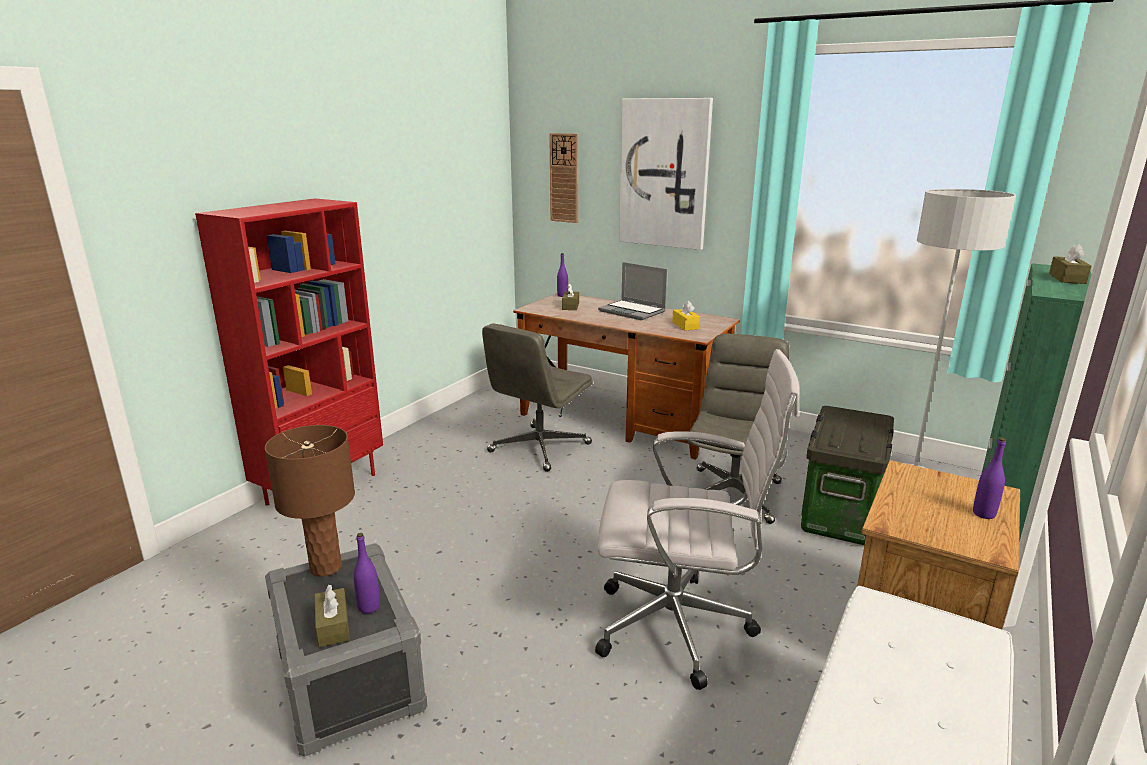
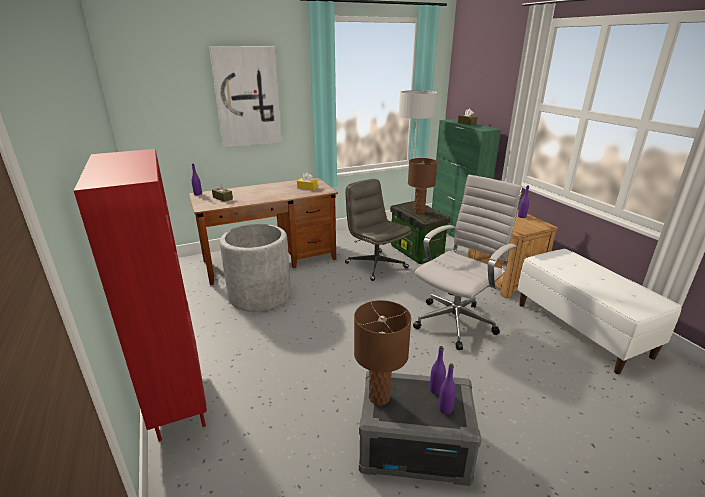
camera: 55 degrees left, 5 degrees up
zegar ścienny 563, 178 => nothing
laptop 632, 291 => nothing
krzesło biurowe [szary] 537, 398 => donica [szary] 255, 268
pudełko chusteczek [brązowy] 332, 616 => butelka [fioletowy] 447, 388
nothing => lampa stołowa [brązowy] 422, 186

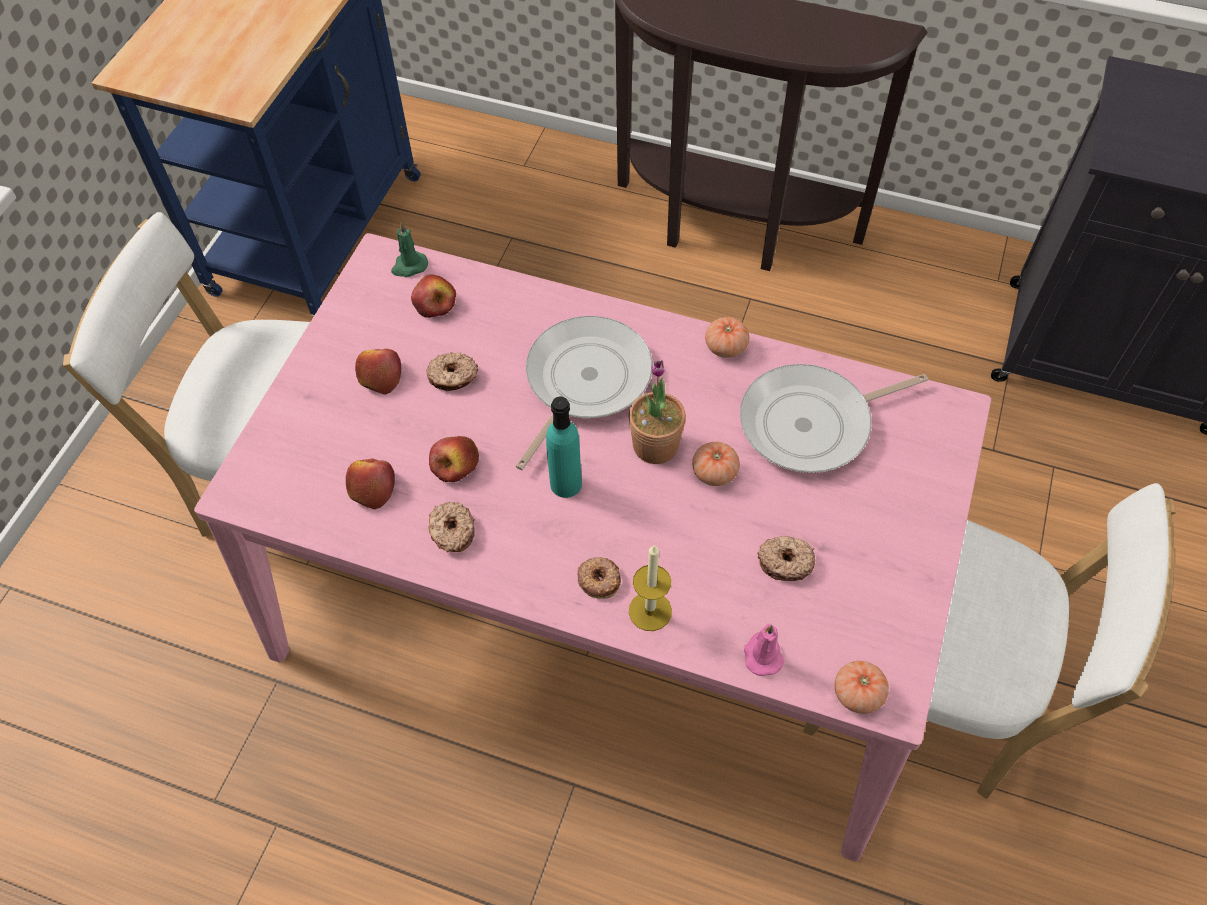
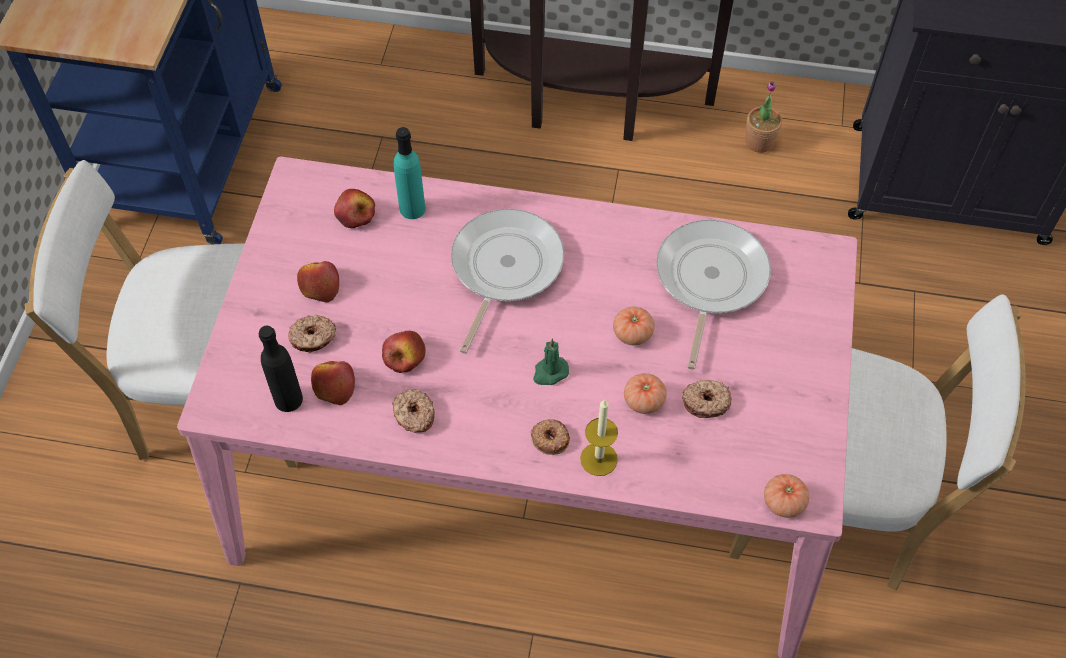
camera: 10 degrees left, 0 degrees up
świeca [zielony] 409, 249 => świeca [zielony] 551, 362, move
pomidor 727, 337 => pomidor 645, 393, move
donut 452, 371 => donut 312, 334, move
roślina doniczkowa 657, 412 => roślina doniczkowa 764, 117, move
patelnia 834, 418 => patelnia 713, 295, 135 degrees clockwise
butelka [turkusowy] 564, 447 => butelka [turkusowy] 410, 173, move
świeca [różowy] 764, 649 => nothing
nothing => butelka [czarny] 281, 369

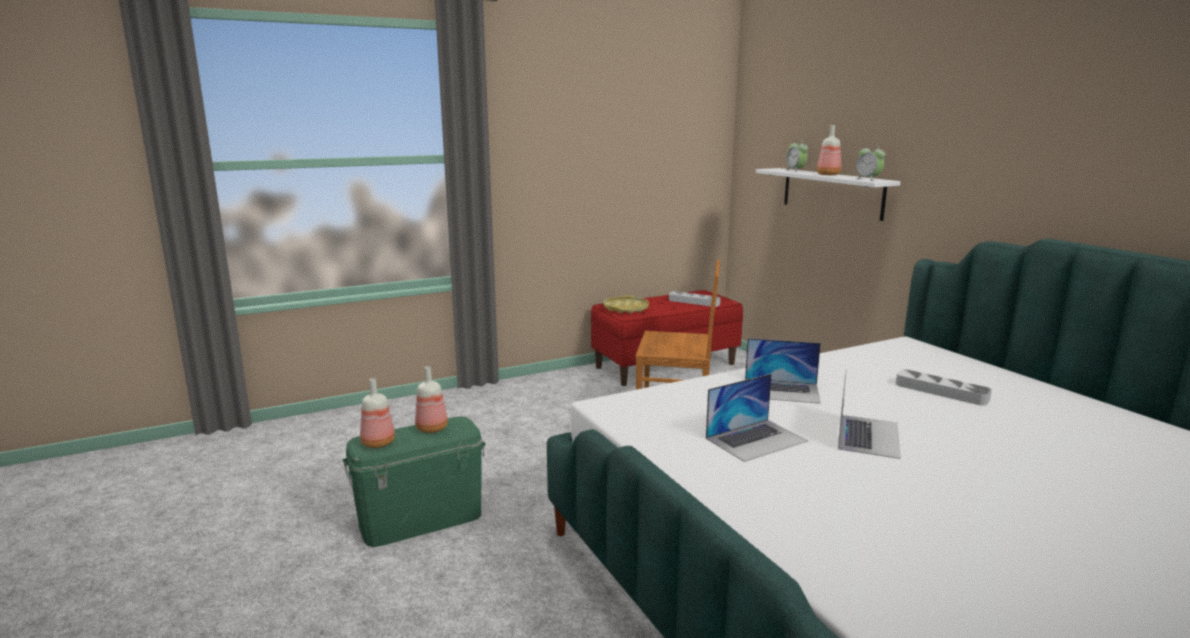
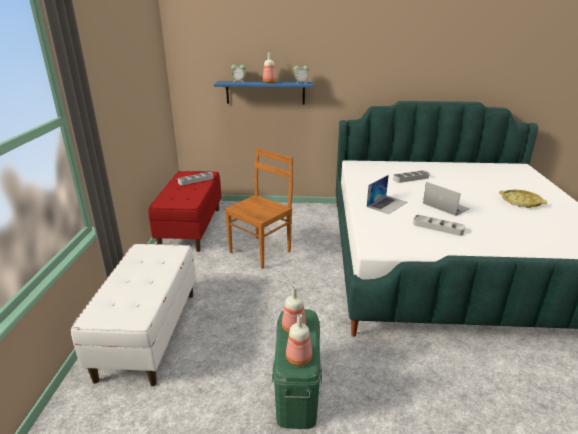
camera: 60 degrees left, 10 degrees up
półka [biały] 828, 194 => półka [niebieski] 263, 93
taca [żółty] 626, 304 => taca [żółty] 523, 199, move
laptop 757, 418 => taca [szary] 439, 225
nothing => ławka [biały] 133, 315

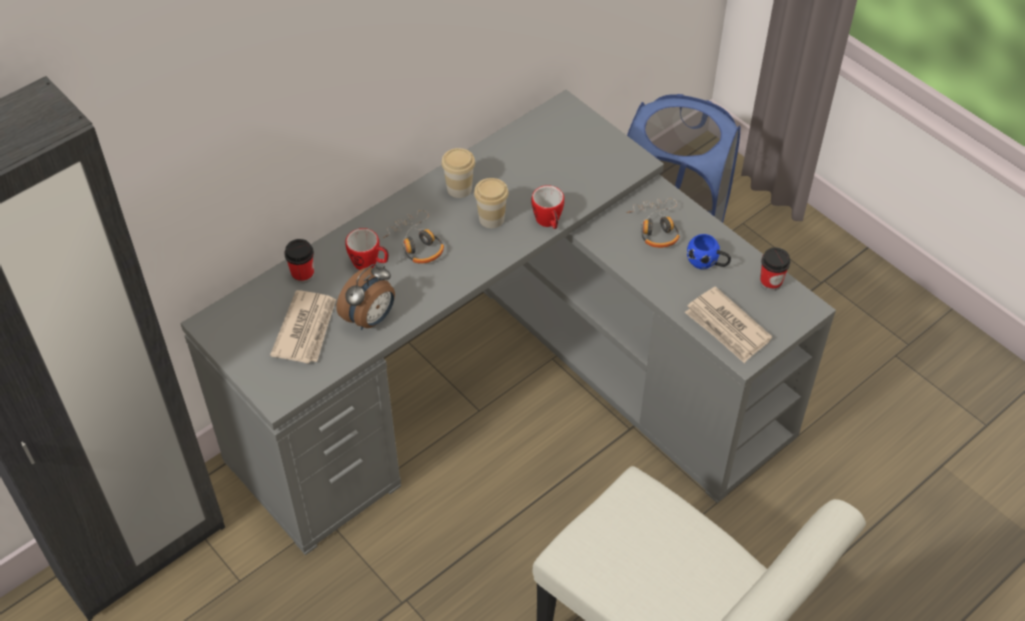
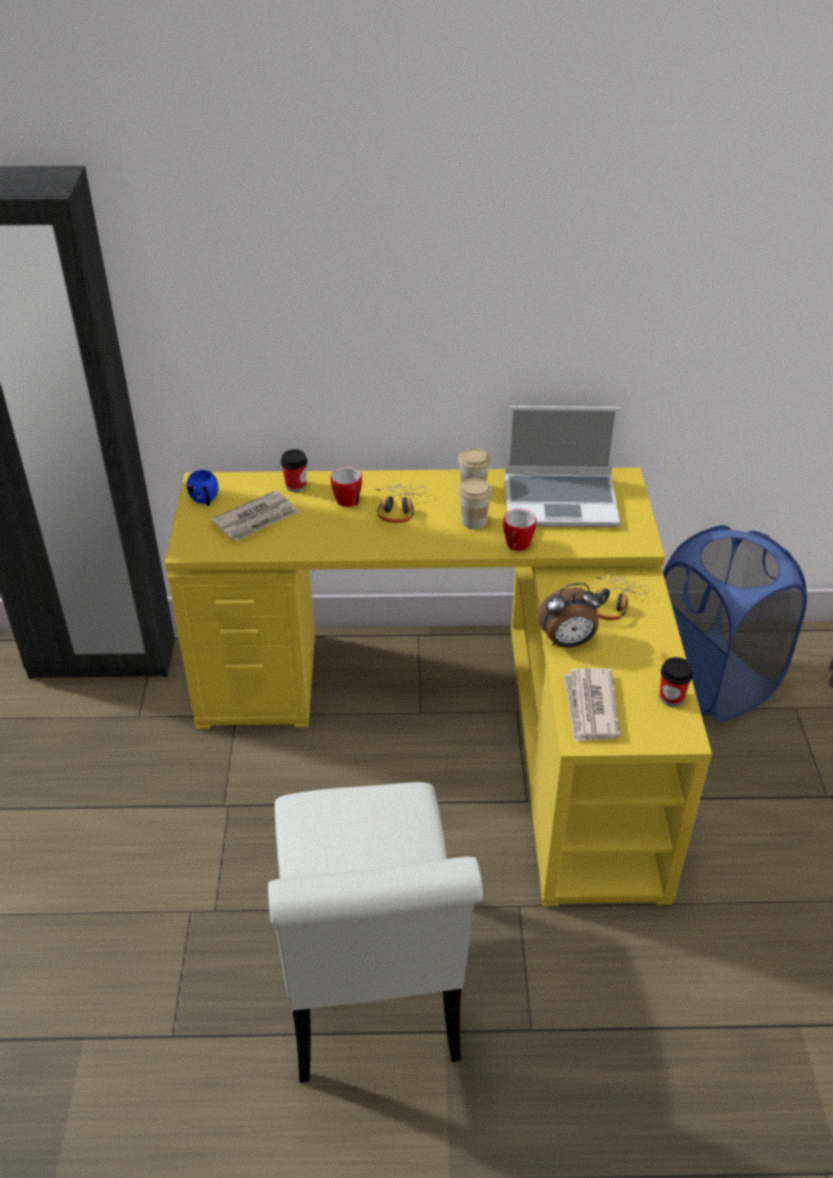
camera: 40 degrees right, 10 degrees down
biurko [szary] 508, 322 => biurko [żółty] 438, 687
kubek [niebieski] 709, 251 => kubek [niebieski] 202, 488, move
budzik 366, 297 => budzik 569, 615, move
nothing => laptop 562, 466

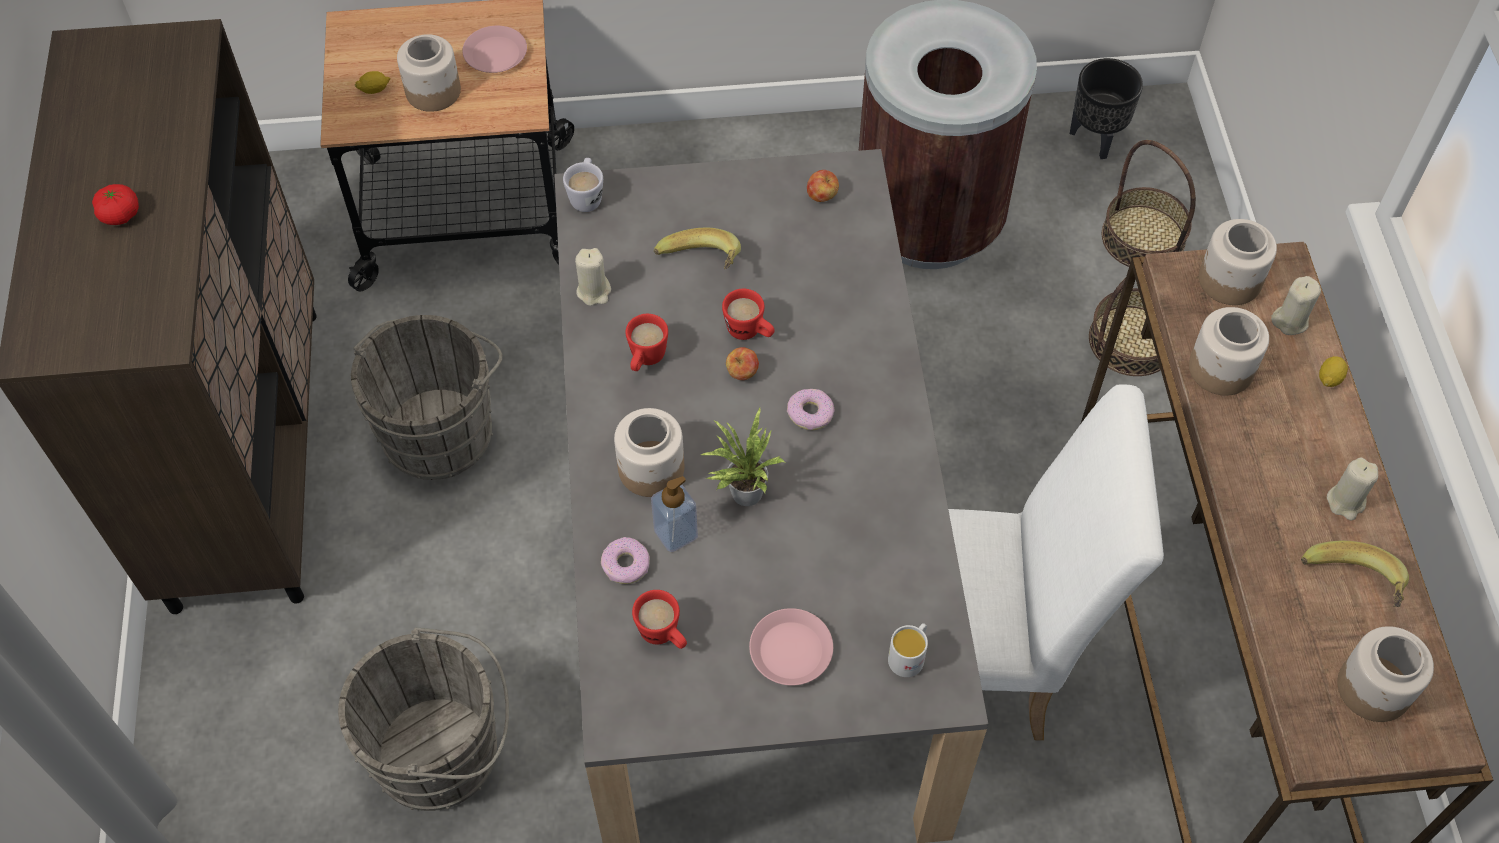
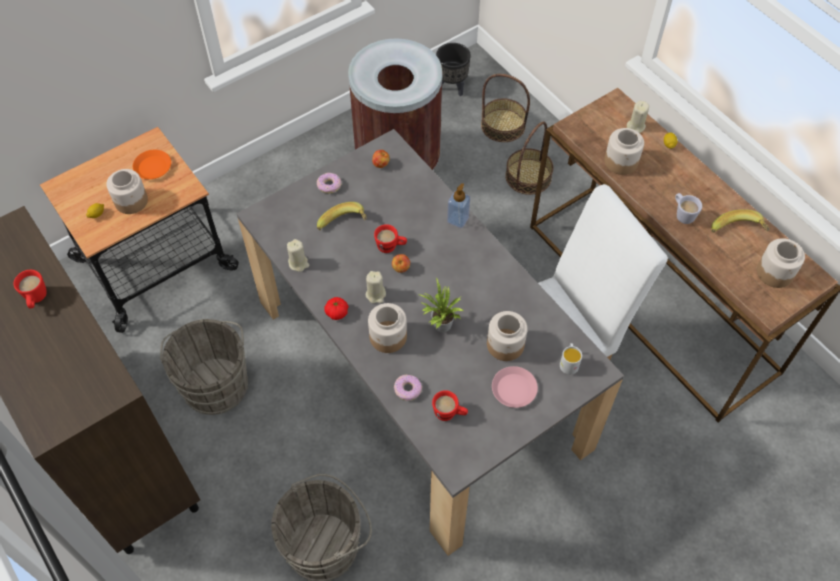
camera: 30 degrees left, 0 degrees up
talerz [różowy] 494, 49 => talerz [pomarańczowy] 152, 164
kubek [biały] 583, 185 => kubek [biały] 688, 208, move
pomidor 115, 204 => pomidor 336, 308, move
słoik 1238, 262 => słoik 507, 336, move
kubek [czerwony] 647, 342 => kubek [czerwony] 30, 289, move
donut 811, 409 => donut 329, 183, move
świeca [beżowy] 1352, 489 => świeca [beżowy] 376, 287, move
dozownik mydła 674, 514 => dozownik mydła 458, 205, move

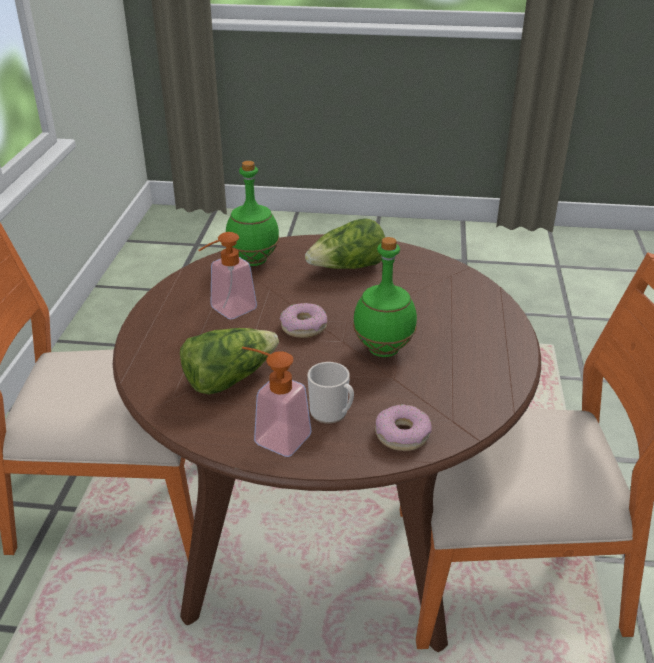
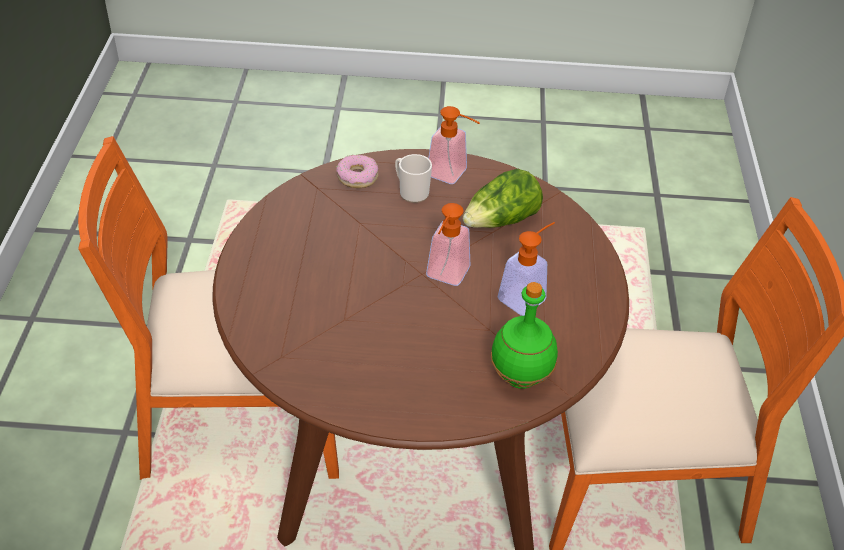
camera: 175 degrees right, 10 degrees up
sałata 345, 243 => nothing
butelka [zielony] 385, 297 => nothing
donut 303, 320 => dozownik mydła 448, 244

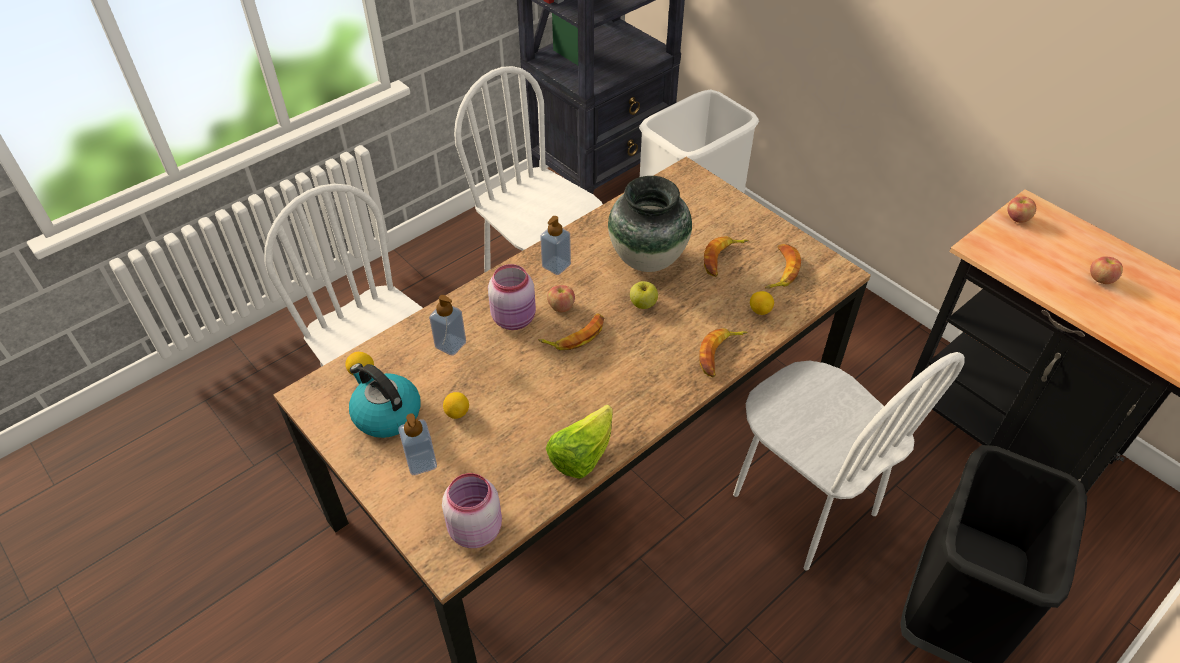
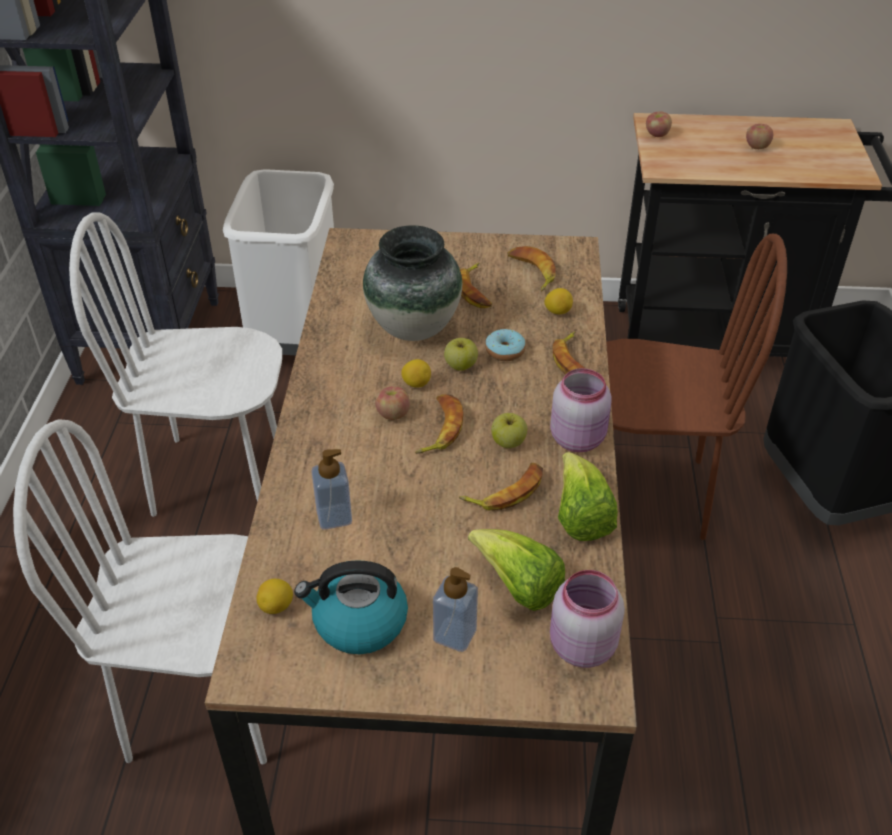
camera: 45 degrees left, 5 degrees down
dozownik mydła 555, 245 => nothing
słoik [różowy] 512, 297 => słoik [różowy] 581, 410, move
krzesło [biały] 849, 461 => krzesło [brązowy] 696, 387
cytryna 456, 405 => cytryna 416, 373, move
nothing => donut 505, 345
nothing => jabłko 509, 430
nothing => banan 501, 487
nothing => sałata 516, 570

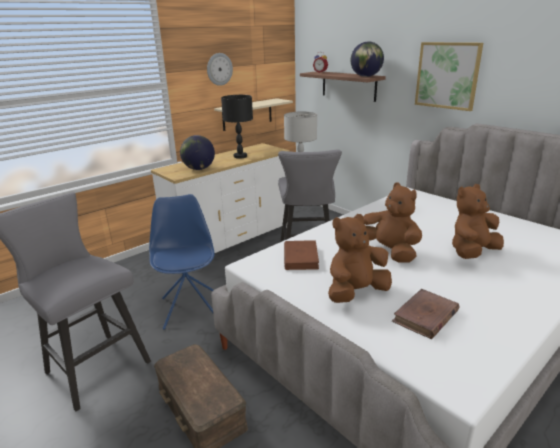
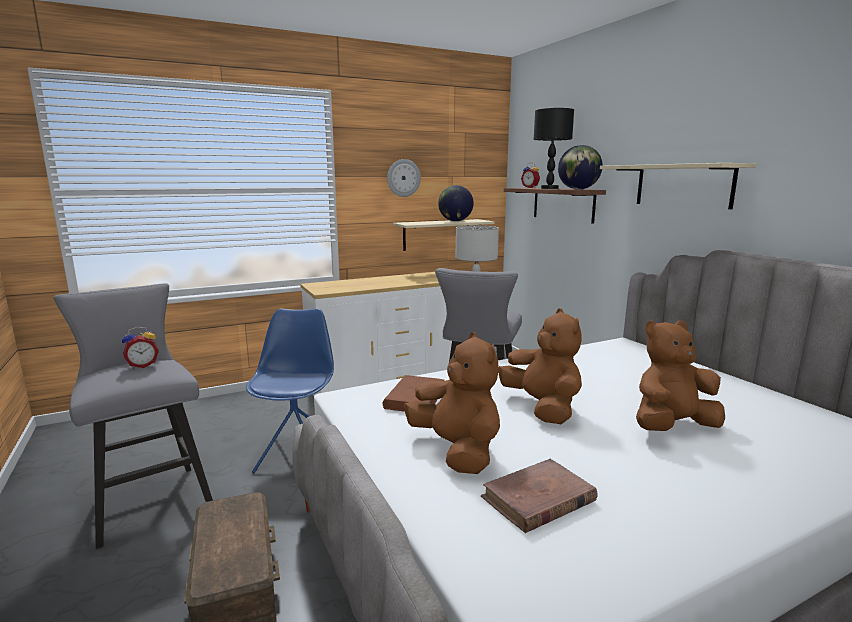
camera: 15 degrees right, 10 degrees down
obraz 449, 76 => półka [beżowy] 678, 186
lampa stołowa [czarny] 237, 127 => lampa stołowa [czarny] 554, 148, move
globus 197, 152 => globus 456, 203, move
pluszak [brązowy] 360, 258 => pluszak [brązowy] 452, 403, 75 degrees clockwise
nothing => budzik 140, 347

